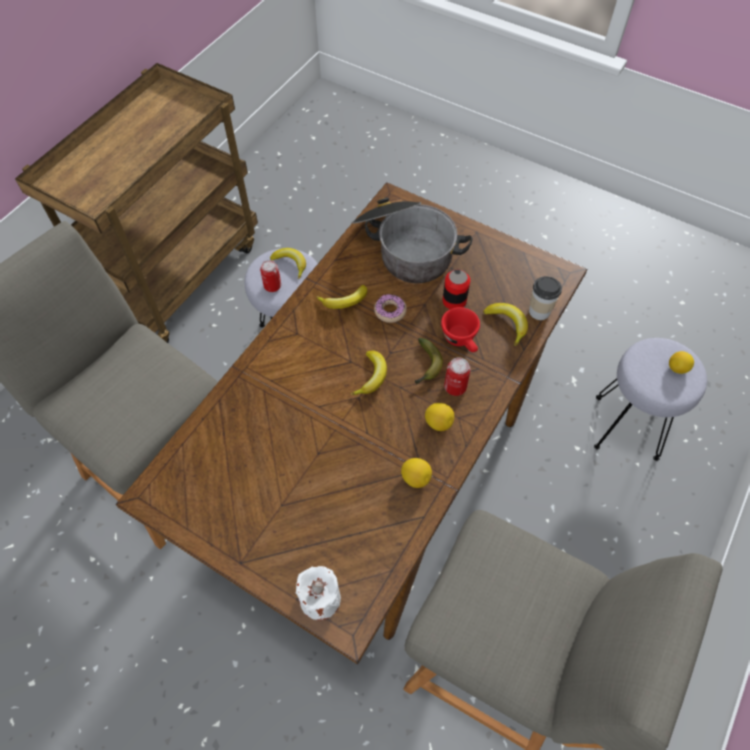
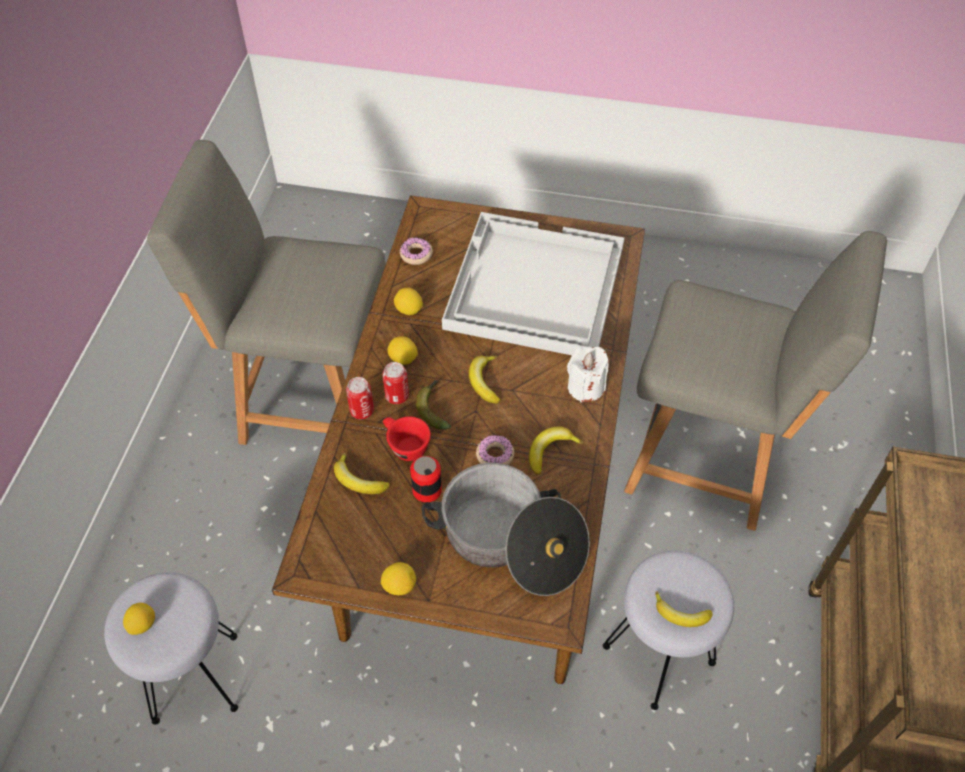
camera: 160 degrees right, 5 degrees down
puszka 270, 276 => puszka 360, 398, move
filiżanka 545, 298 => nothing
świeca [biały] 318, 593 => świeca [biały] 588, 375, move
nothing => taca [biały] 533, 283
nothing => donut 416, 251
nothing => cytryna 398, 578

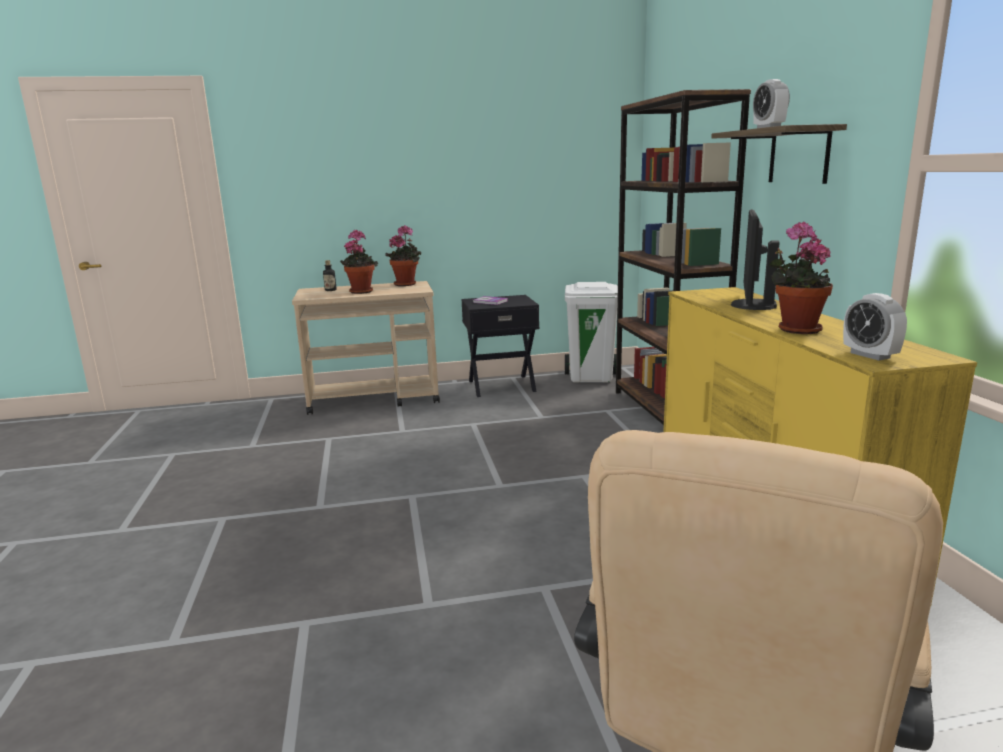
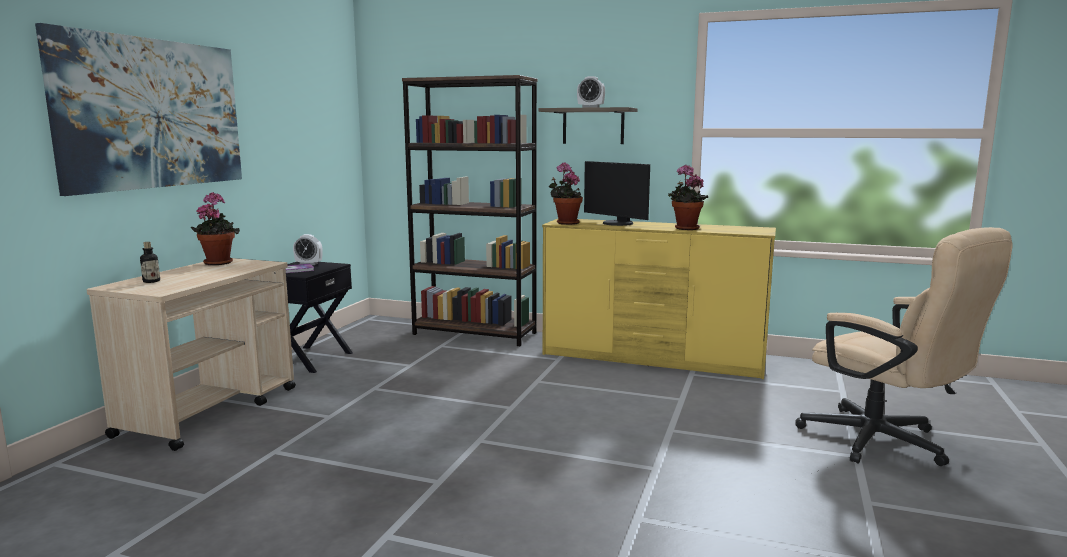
camera: 60 degrees left, 5 degrees down
roślina doniczkowa 359, 261 => roślina doniczkowa 566, 193, move
kosz na śmieci [biały] 591, 332 => nothing
budzik 875, 327 => budzik 308, 249, move
nothing => obraz 138, 109

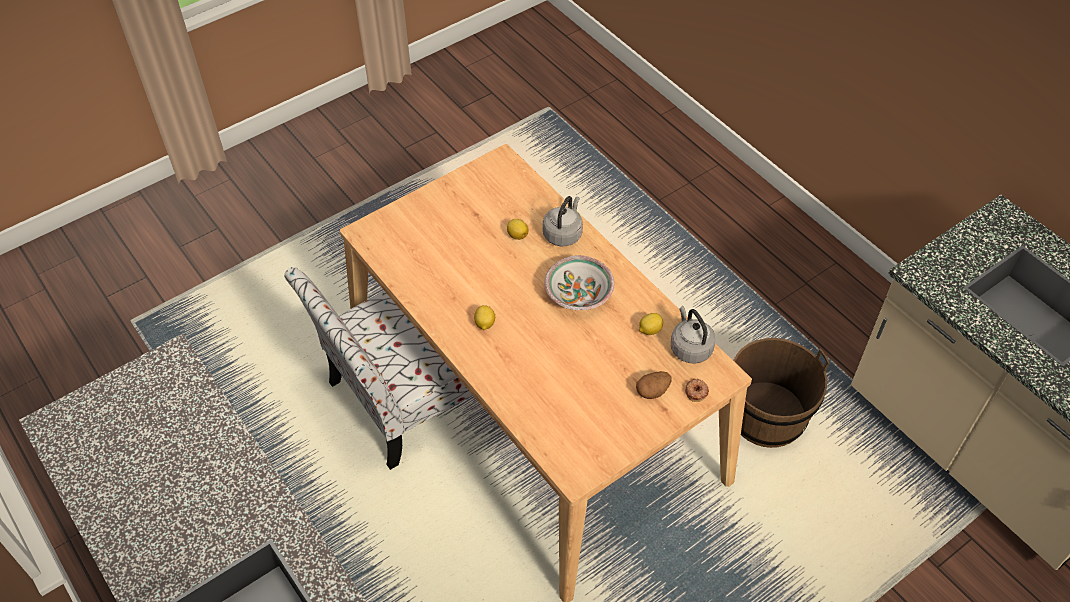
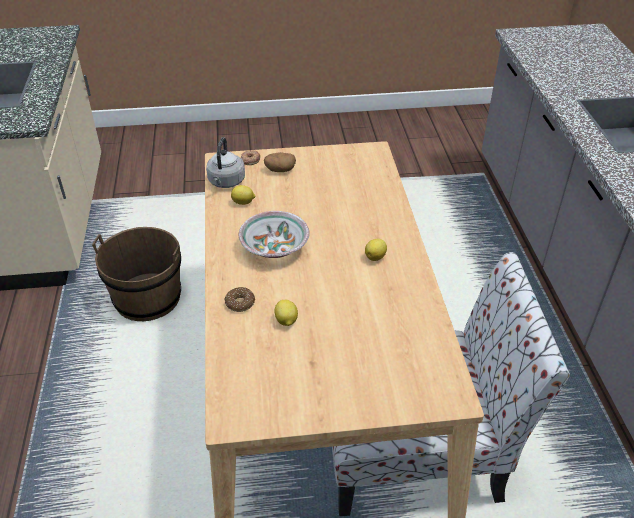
camera: 150 degrees left, 10 degrees down
czajnik [szary] 563, 221 => donut 240, 299

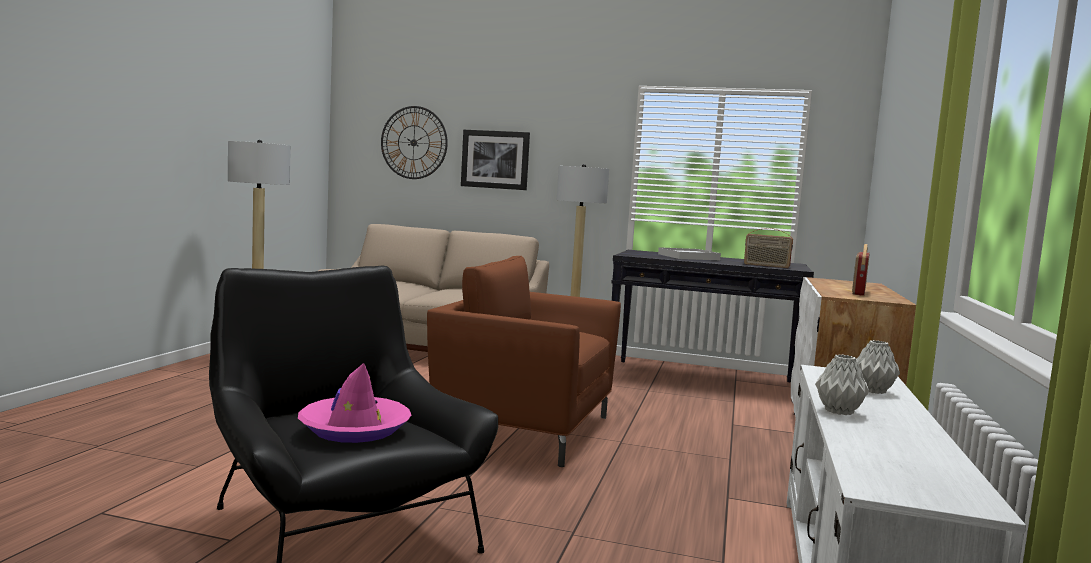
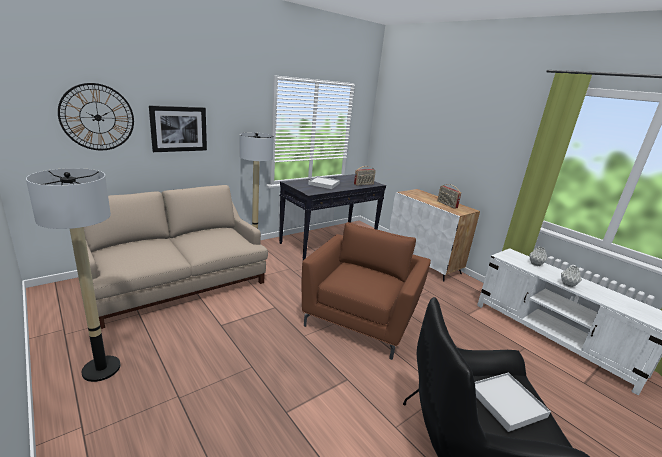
camera: 55 degrees left, 15 degrees up
fotel [brązowy] 524, 361 => fotel [brązowy] 366, 291, 150 degrees clockwise
kapelusz [różowy] 355, 403 => taca [biały] 513, 402

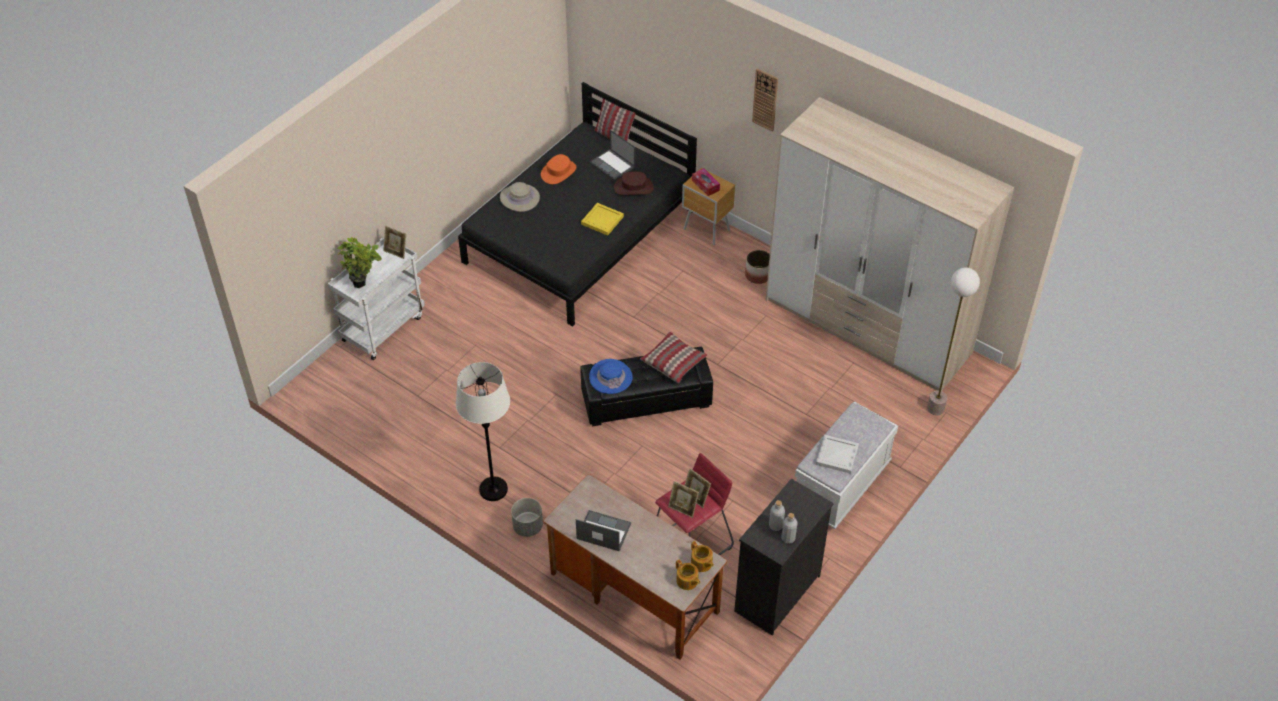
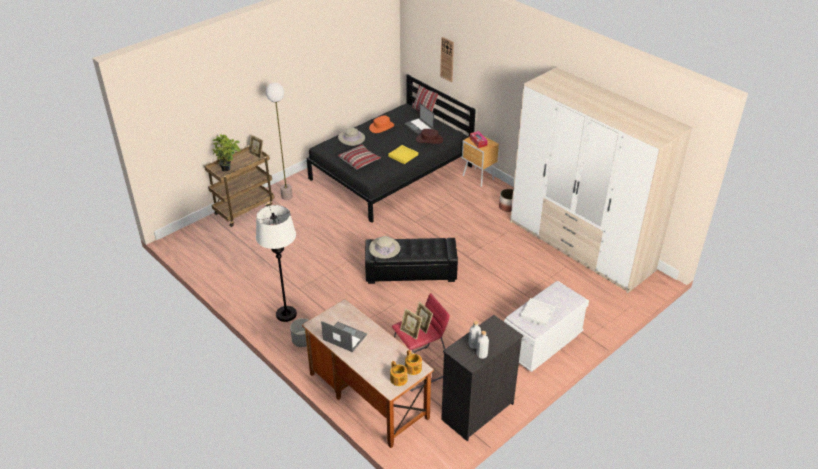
camera: 10 degrees right, 10 degrees down
zegar ścienny 765, 100 => zegar ścienny 447, 59, move
wózek [biały] 376, 299 => wózek [brązowy] 239, 186
lampa stojąca 953, 341 => lampa stojąca 279, 141, move
poduszka 673, 357 => poduszka 359, 157, move
kapelusz [niebieski] 611, 376 => kapelusz [beżowy] 384, 247

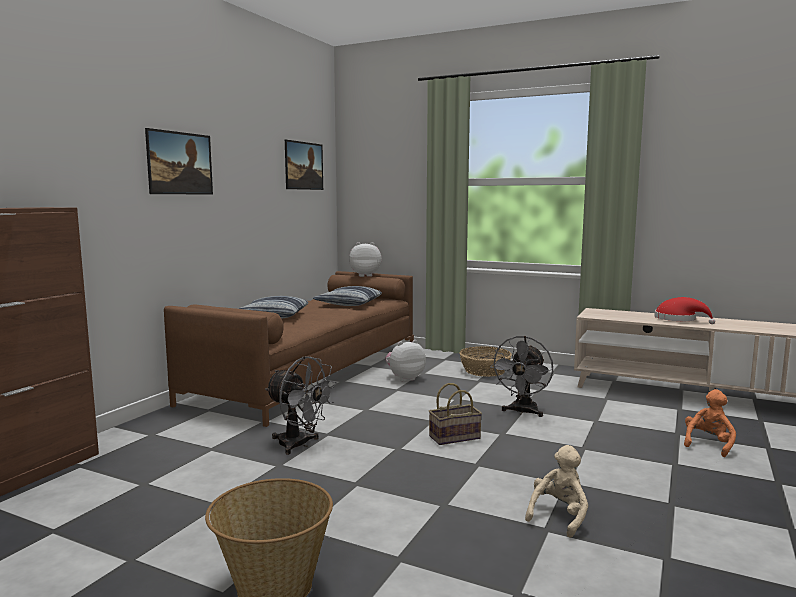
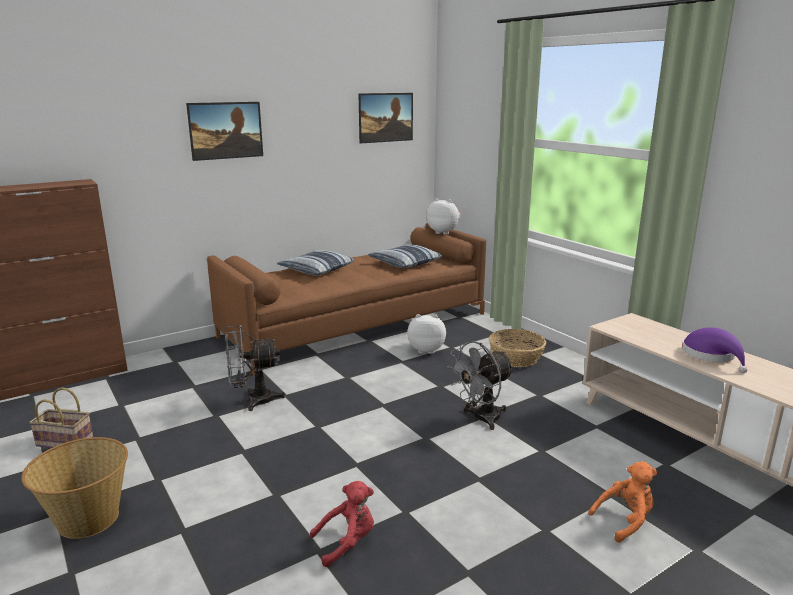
camera: 30 degrees right, 10 degrees up
kapelusz [czerwony] 685, 310 => kapelusz [fioletowy] 715, 350
wentylator [szary] 301, 405 => wentylator [szary] 255, 368, 105 degrees clockwise
koszyk 455, 414 => koszyk 61, 417, move
pluszak [beżowy] 556, 491 => pluszak [czerwony] 342, 524

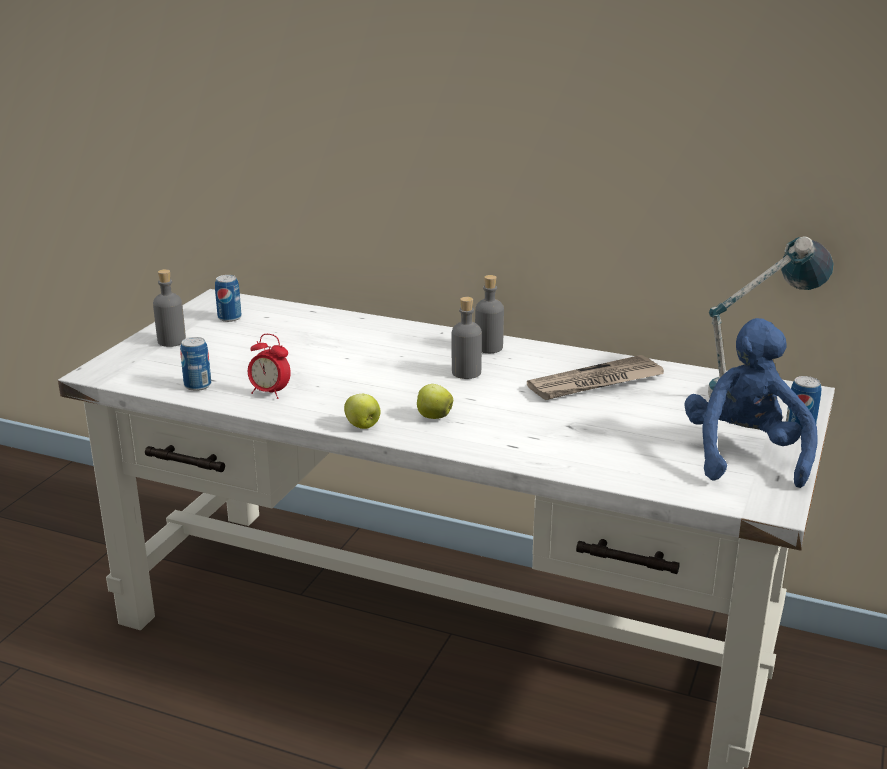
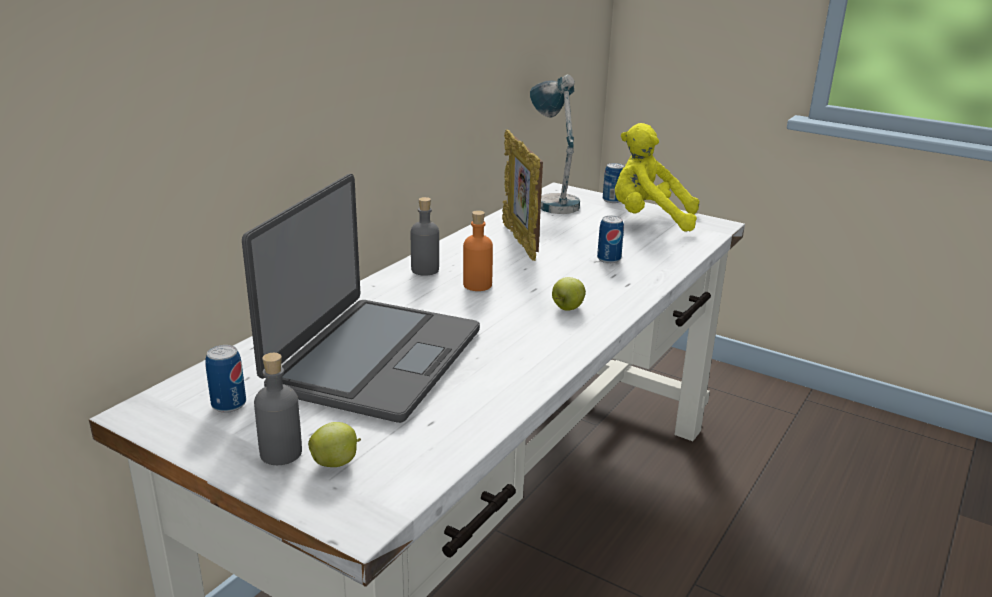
camera: 80 degrees left, 0 degrees up
butelka [szary] 467, 338 => butelka [pomarańczowy] 478, 250
pluszak [niebieski] 751, 403 => pluszak [żółty] 657, 177
budzik 269, 366 => nothing
puszka 195, 364 => puszka 610, 239, move
gazeta 595, 377 => ramka na zdjęcie 522, 195
jabłko 362, 411 => jabłko 334, 444, move
nothing => laptop 361, 298

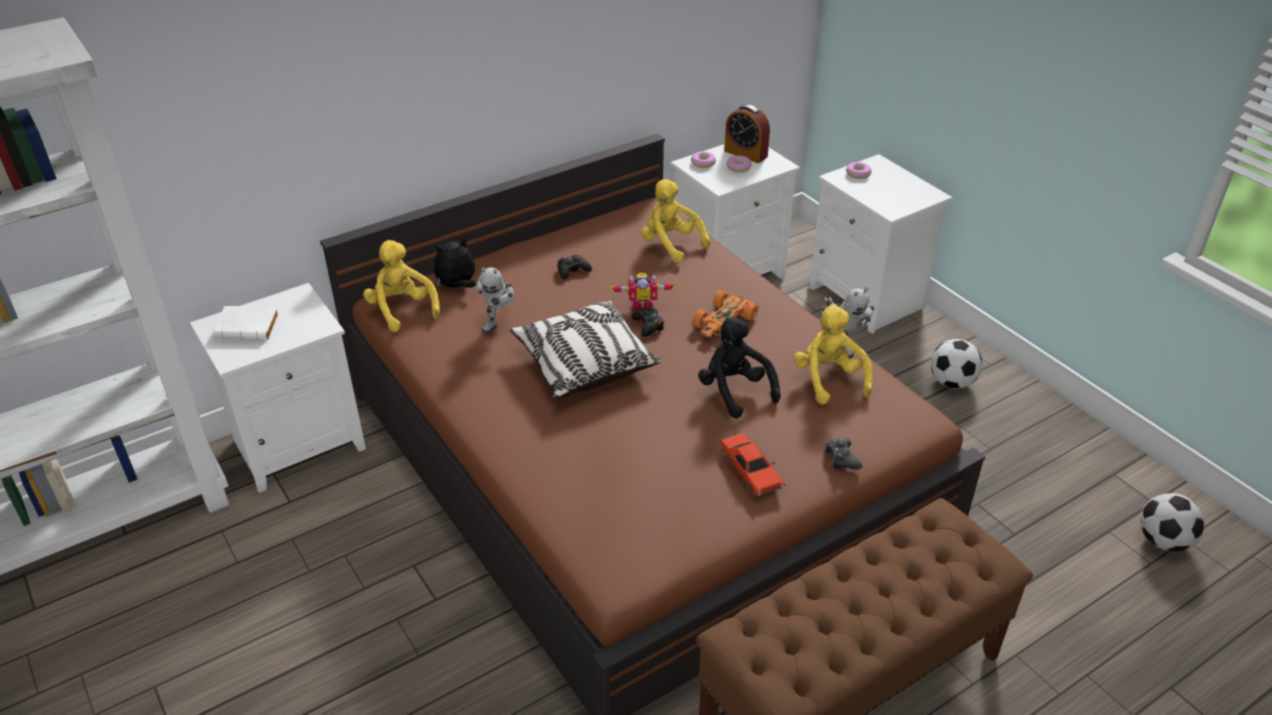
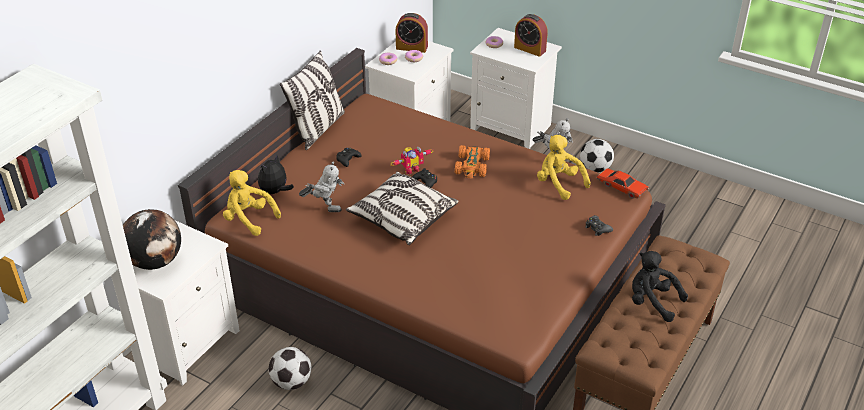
camera: 25 degrees left, 0 degrees up
pluszak [żółty] 675, 221 => nothing
robot zabawkowy 495, 300 => robot zabawkowy 322, 186, 75 degrees counterclockwise
książka [biały] 246, 323 => globus 152, 239
pluszak [czarny] 739, 367 => pluszak [czarny] 660, 286, move
samochodzik [czerwony] 752, 465 => samochodzik [czerwony] 623, 183, move
piłka futbolowa 1172, 522 => piłka futbolowa 290, 368, move
nothing => budzik 531, 35
nothing => poduszka 312, 100

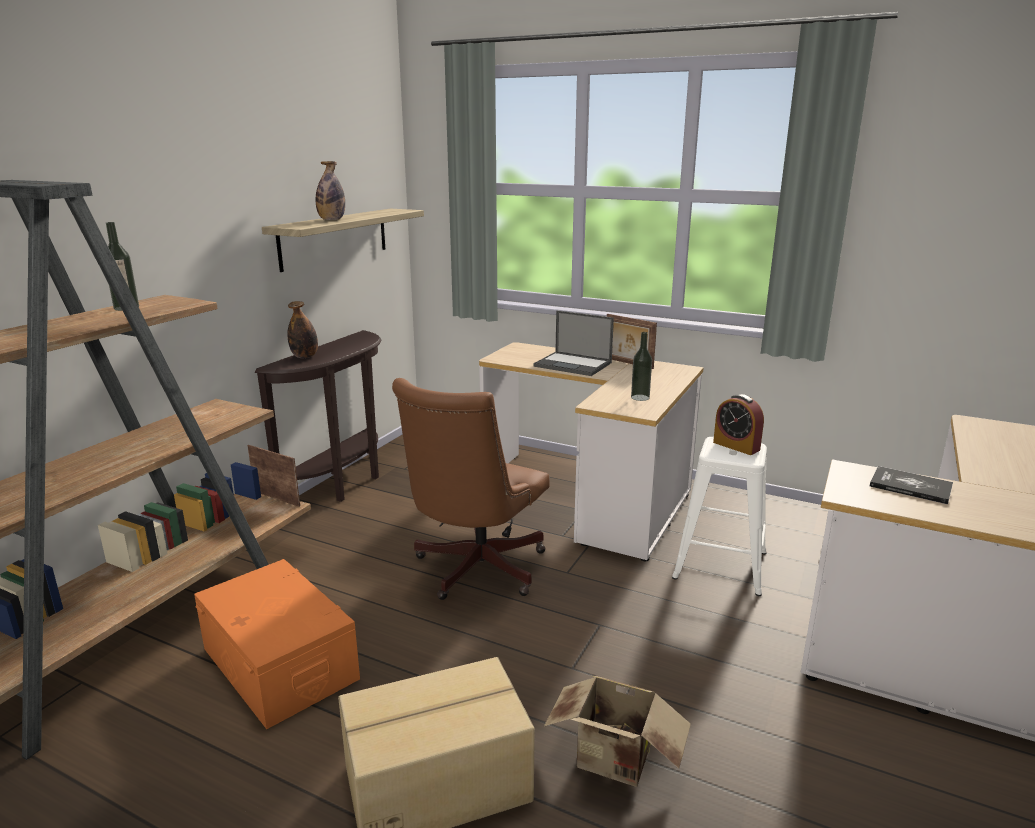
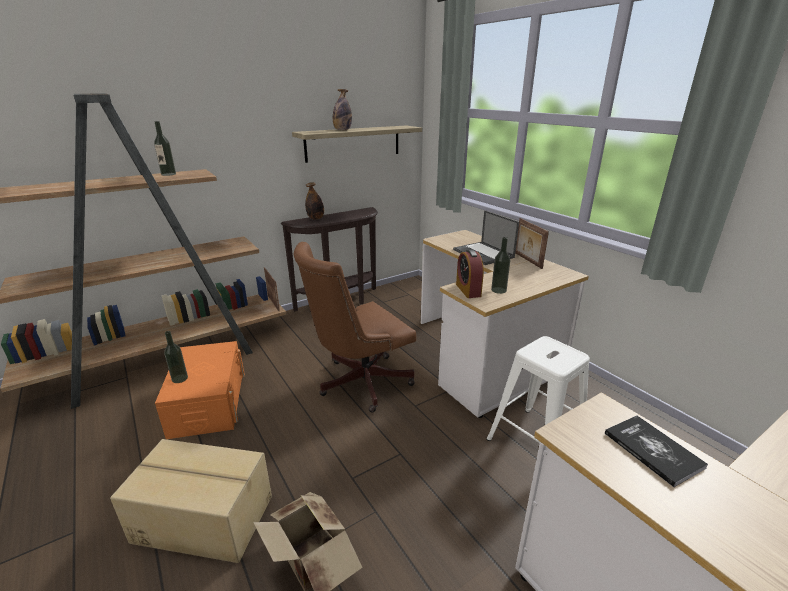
camera: 30 degrees right, 5 degrees up
budzik 738, 424 => budzik 470, 274, move
nothing => butelka 176, 357

